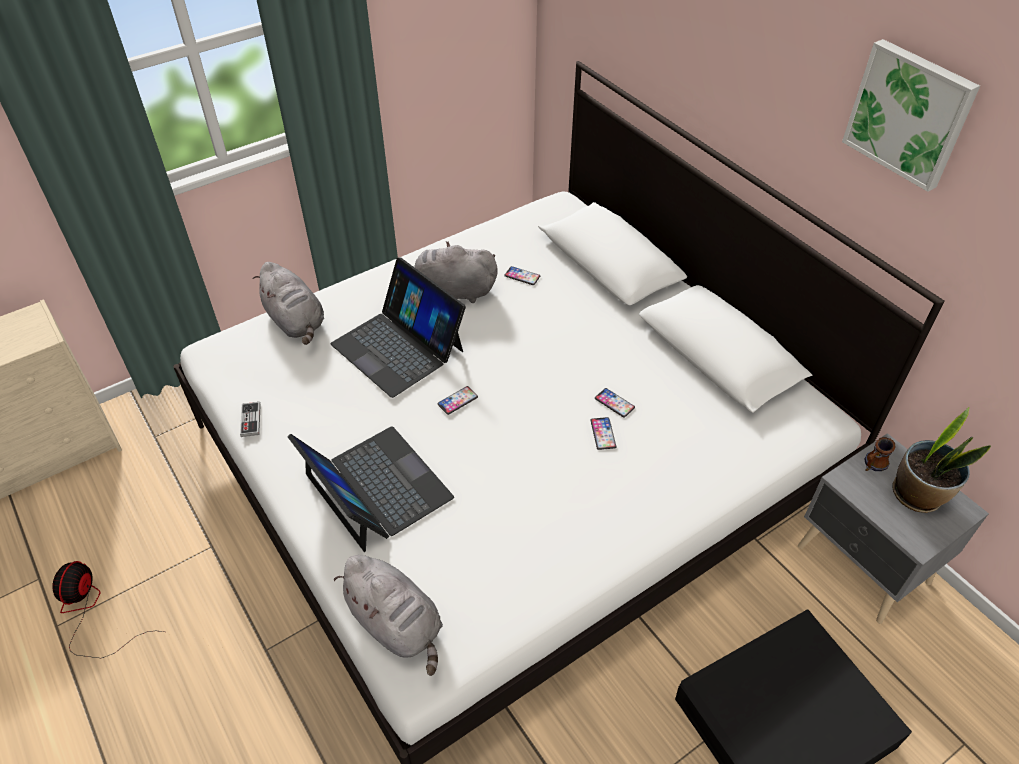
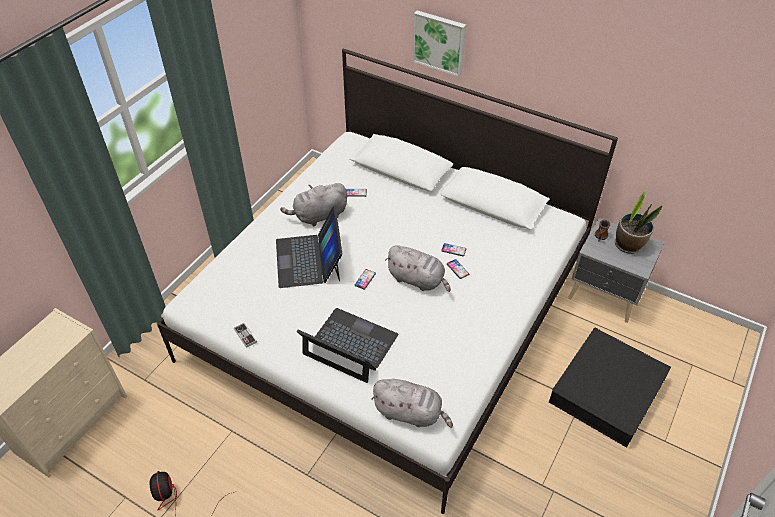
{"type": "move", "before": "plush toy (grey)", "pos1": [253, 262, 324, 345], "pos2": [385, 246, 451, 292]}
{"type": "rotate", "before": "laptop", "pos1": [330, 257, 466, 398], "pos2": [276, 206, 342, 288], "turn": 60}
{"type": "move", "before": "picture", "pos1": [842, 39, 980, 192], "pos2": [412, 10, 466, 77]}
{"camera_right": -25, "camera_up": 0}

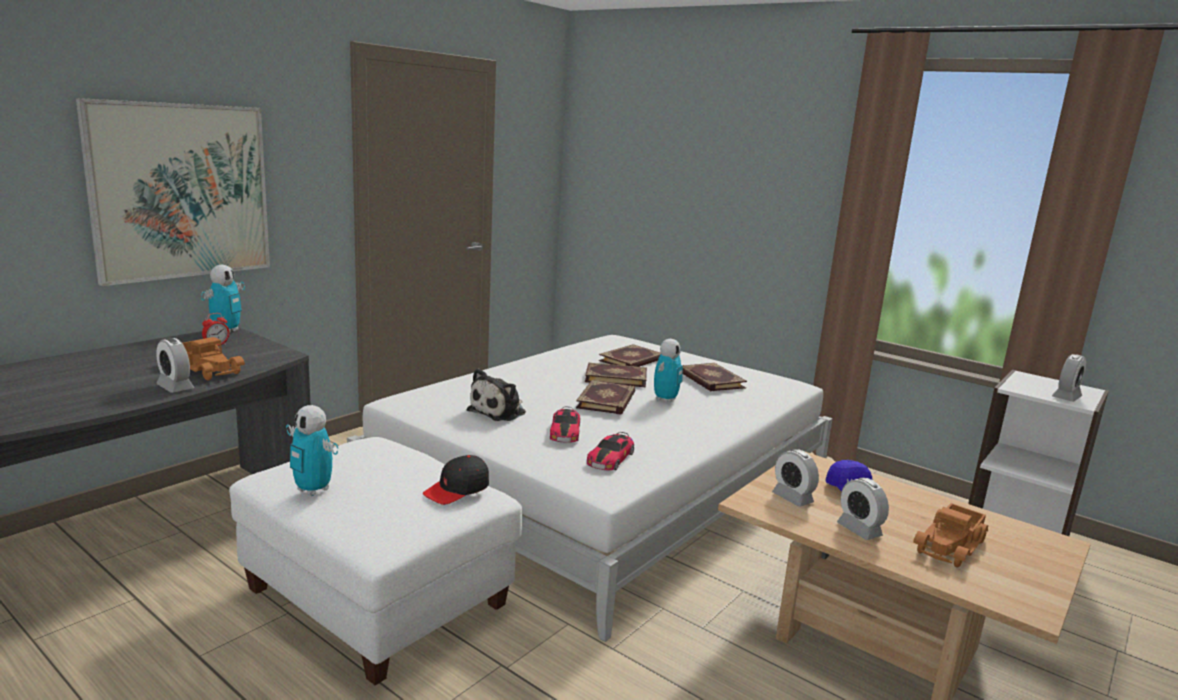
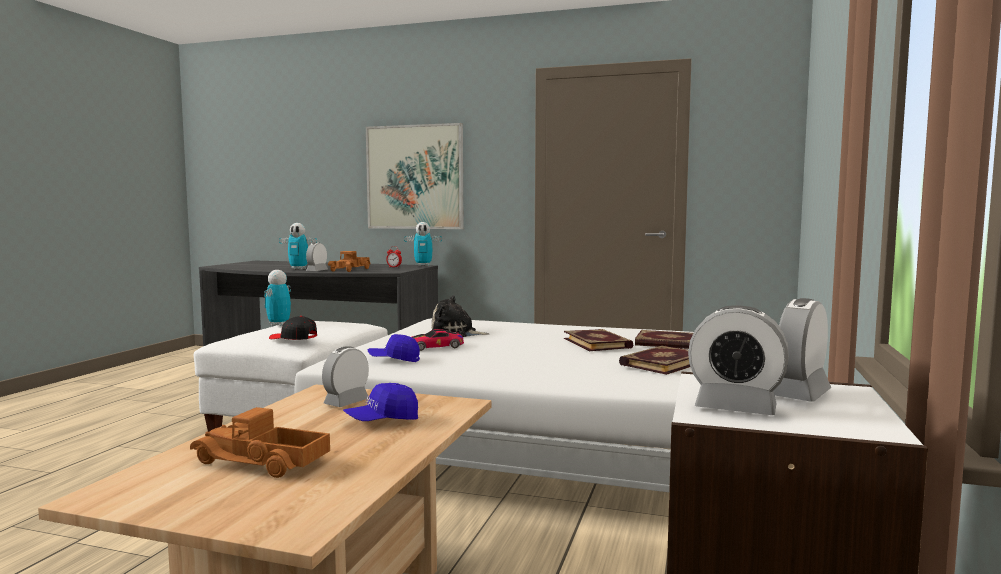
{"type": "delete", "before": "book", "pos1": [576, 380, 635, 415]}
{"type": "replace", "before": "toy car", "after": "cap (blue)", "pos1": [587, 432, 634, 470], "pos2": [368, 334, 420, 362]}
{"type": "move", "before": "toy robot", "pos1": [654, 339, 683, 403], "pos2": [279, 223, 317, 270]}
{"type": "move", "before": "alarm clock", "pos1": [837, 478, 889, 540], "pos2": [773, 298, 831, 402]}
{"camera_right": 70, "camera_up": -10}

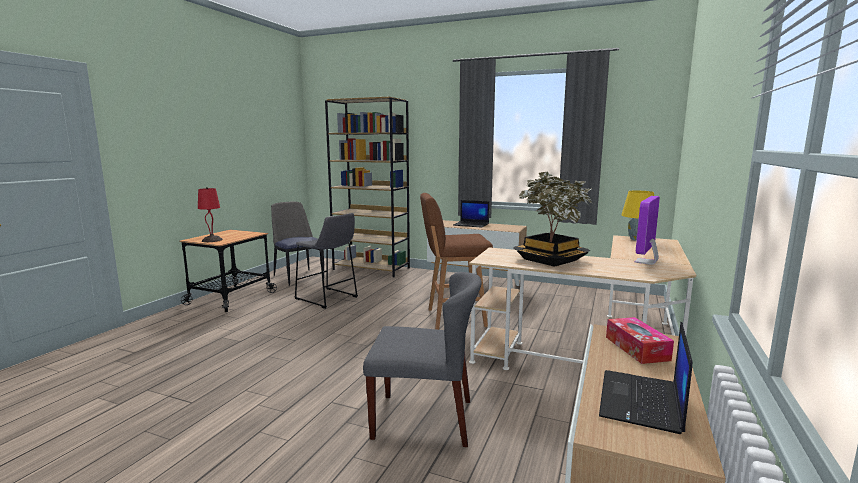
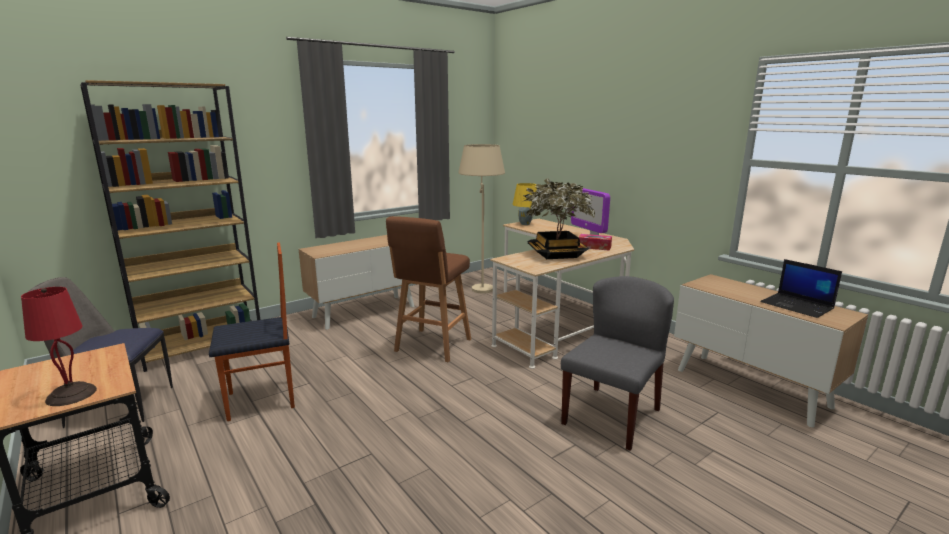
{"type": "replace", "before": "stool (grey)", "after": "chair", "pos1": [294, 213, 358, 309], "pos2": [209, 242, 295, 421]}
{"type": "delete", "before": "laptop", "pos1": [454, 200, 490, 228]}
{"type": "move", "before": "tissue box", "pos1": [606, 317, 674, 364], "pos2": [579, 234, 612, 251]}
{"type": "insert", "after": "floor lamp (beige)", "pos2": [458, 144, 505, 294]}
{"camera_right": -60, "camera_up": 5}

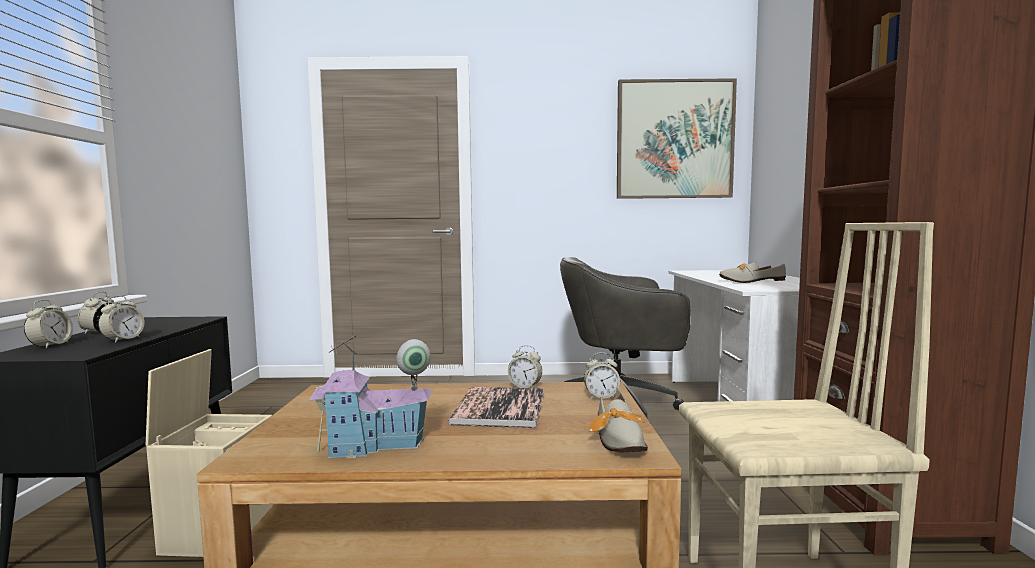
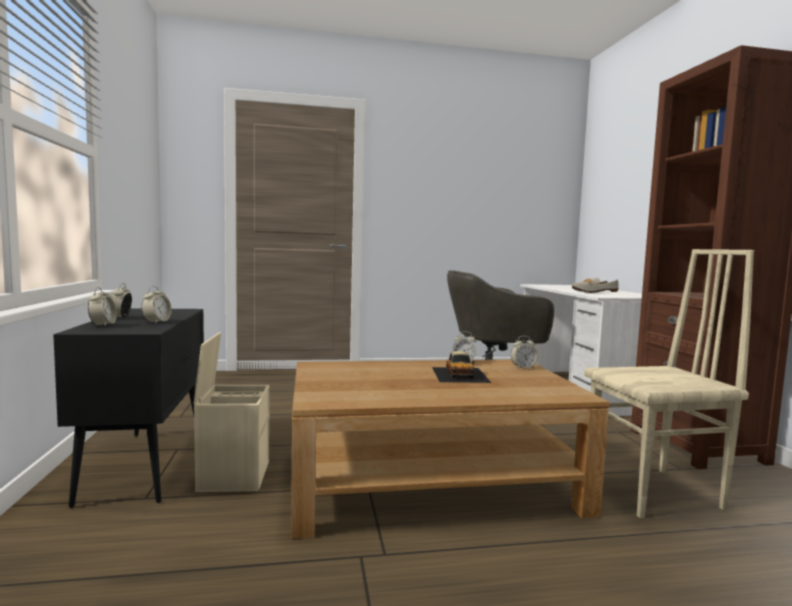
{"type": "delete", "before": "toy house", "pos1": [309, 335, 433, 458]}
{"type": "replace", "before": "book", "after": "toy car", "pos1": [448, 386, 544, 428], "pos2": [432, 351, 491, 383]}
{"type": "delete", "before": "shoe", "pos1": [588, 387, 648, 452]}
{"type": "delete", "before": "picture", "pos1": [617, 78, 737, 199]}
{"camera_right": -10, "camera_up": 0}

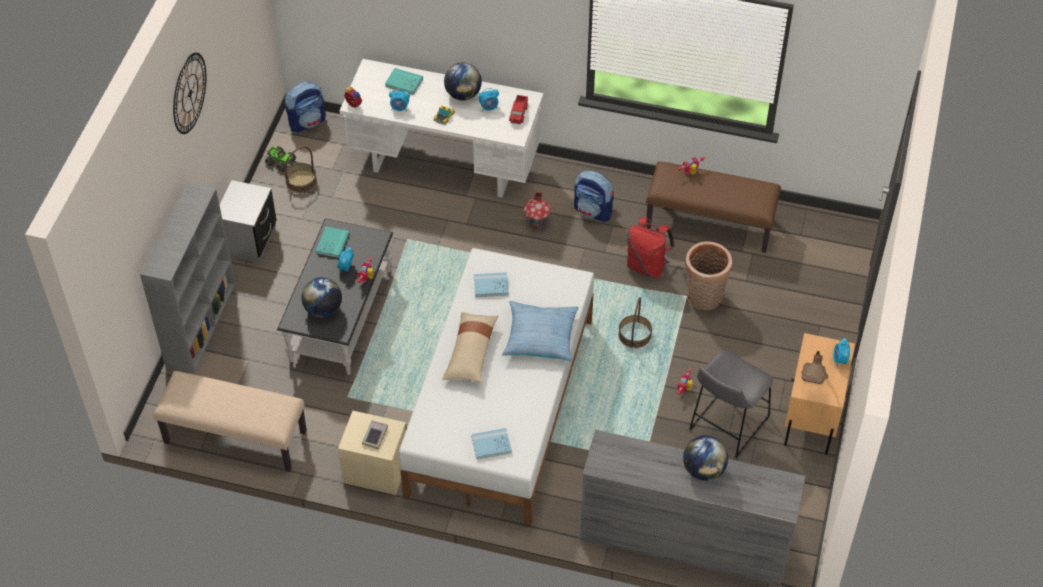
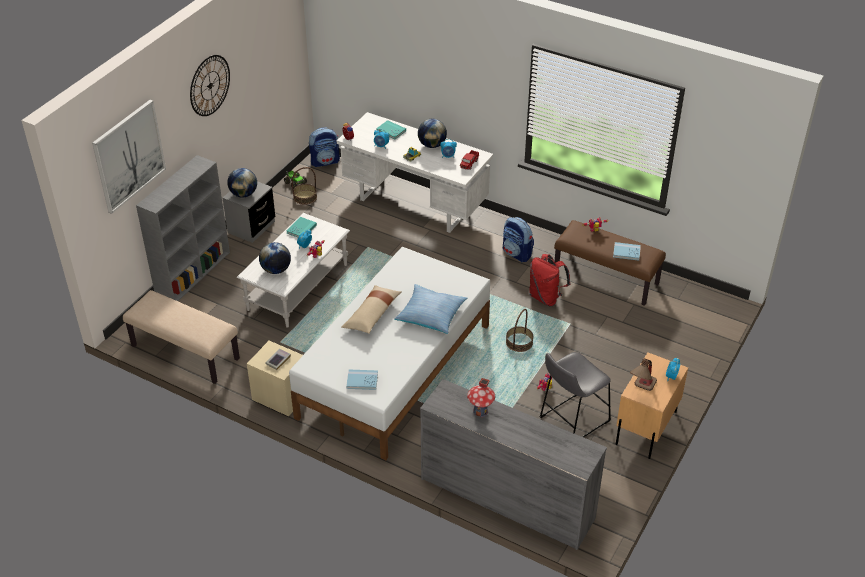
{"type": "recolor", "before": "coffee table (black)", "after": "coffee table (white)", "pos1": [277, 218, 393, 375], "pos2": [237, 213, 350, 328]}
{"type": "move", "before": "book (blue)", "pos1": [474, 272, 509, 297], "pos2": [613, 242, 641, 261]}
{"type": "move", "before": "toy house", "pos1": [524, 192, 551, 229], "pos2": [467, 378, 495, 417]}
{"type": "move", "before": "globe", "pos1": [683, 436, 728, 481], "pos2": [227, 168, 257, 198]}
{"type": "delete", "before": "basket", "pos1": [685, 241, 732, 310]}
{"type": "insert", "after": "picture", "pos2": [92, 100, 166, 214]}
{"camera_right": 15, "camera_up": -10}

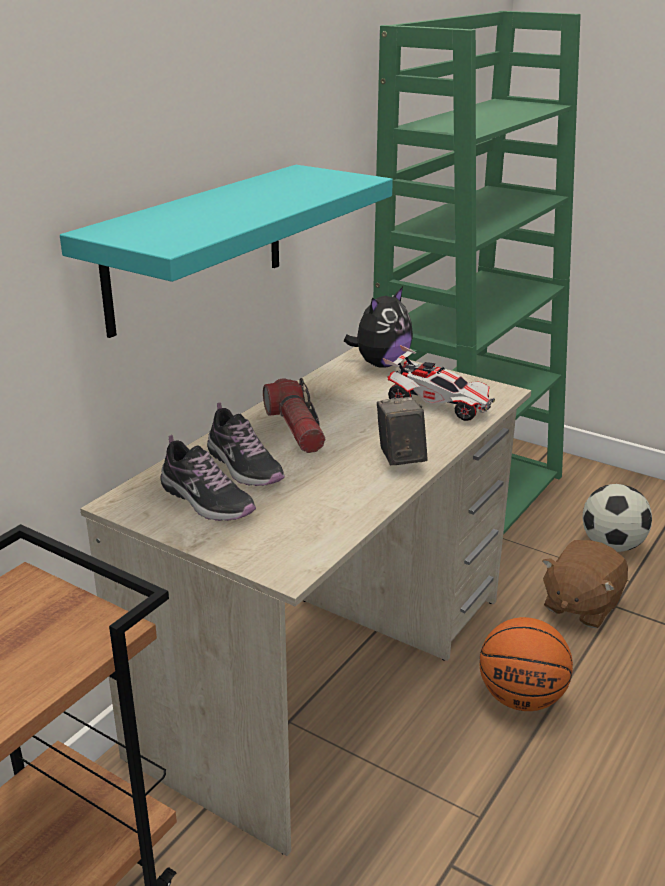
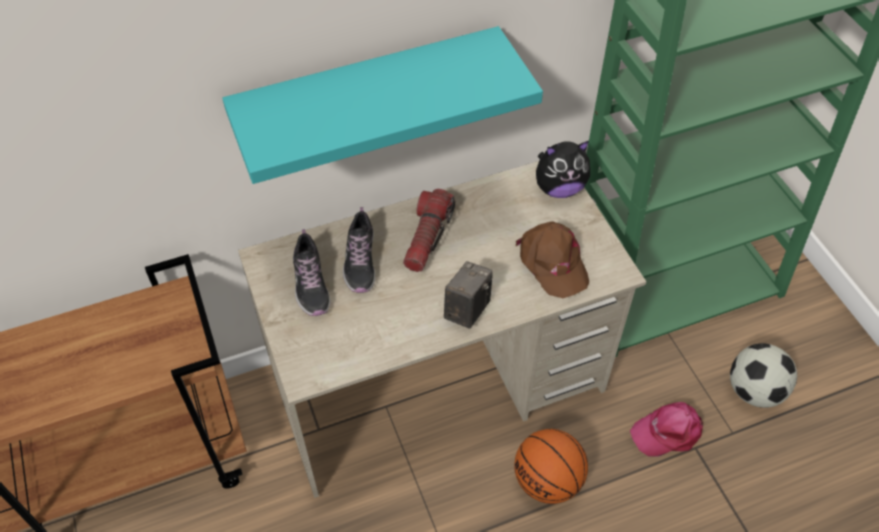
{"type": "replace", "before": "toy car", "after": "cap (brown)", "pos1": [383, 345, 495, 421], "pos2": [516, 221, 589, 298]}
{"type": "replace", "before": "plush toy (brown)", "after": "cap (pink)", "pos1": [542, 540, 628, 628], "pos2": [630, 402, 703, 457]}
{"camera_right": 35, "camera_up": 25}

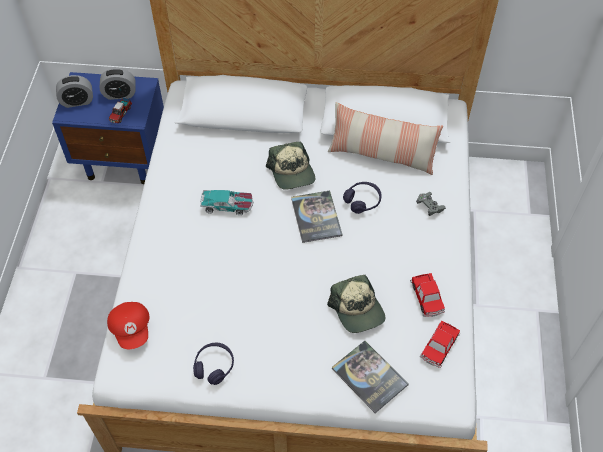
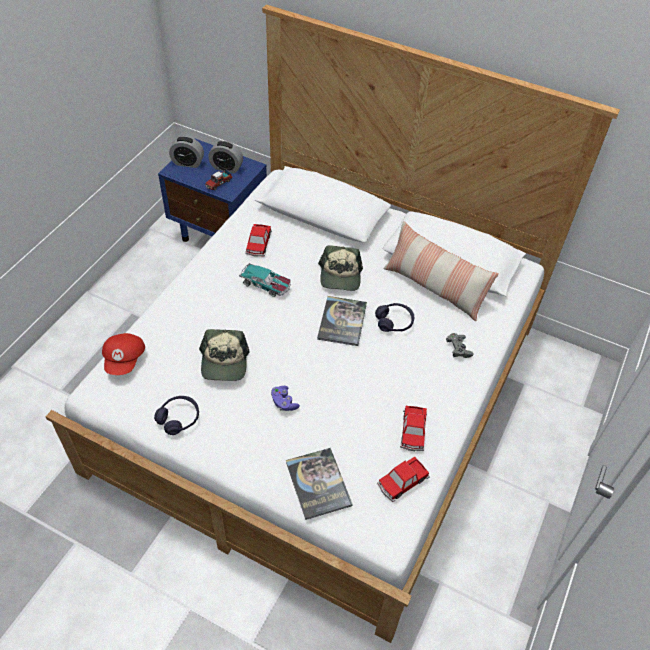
{"type": "move", "before": "cap", "pos1": [327, 275, 385, 333], "pos2": [199, 329, 250, 381]}
{"type": "insert", "after": "toy car", "pos2": [245, 224, 272, 257]}
{"type": "insert", "after": "game controller (purple)", "pos2": [271, 386, 300, 411]}
{"camera_right": 20, "camera_up": -5}

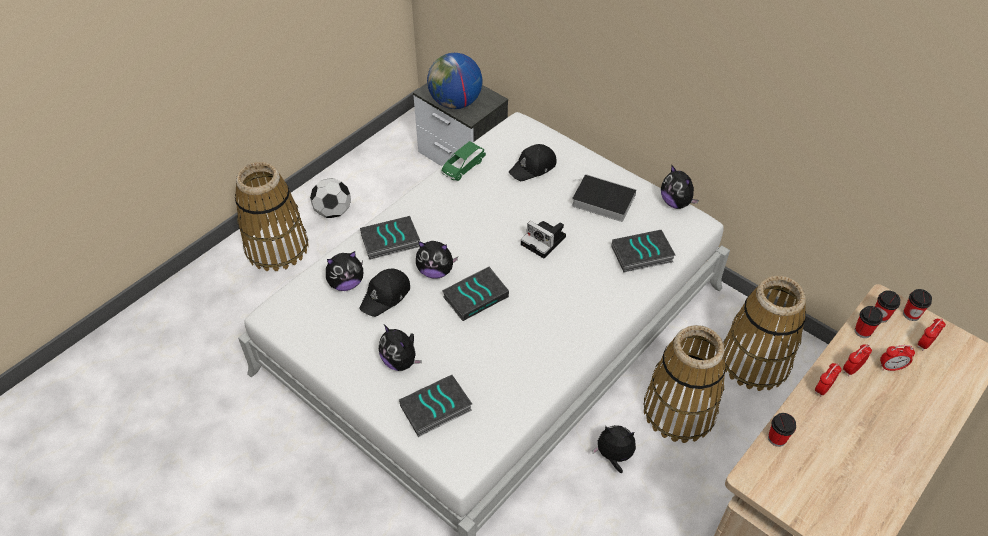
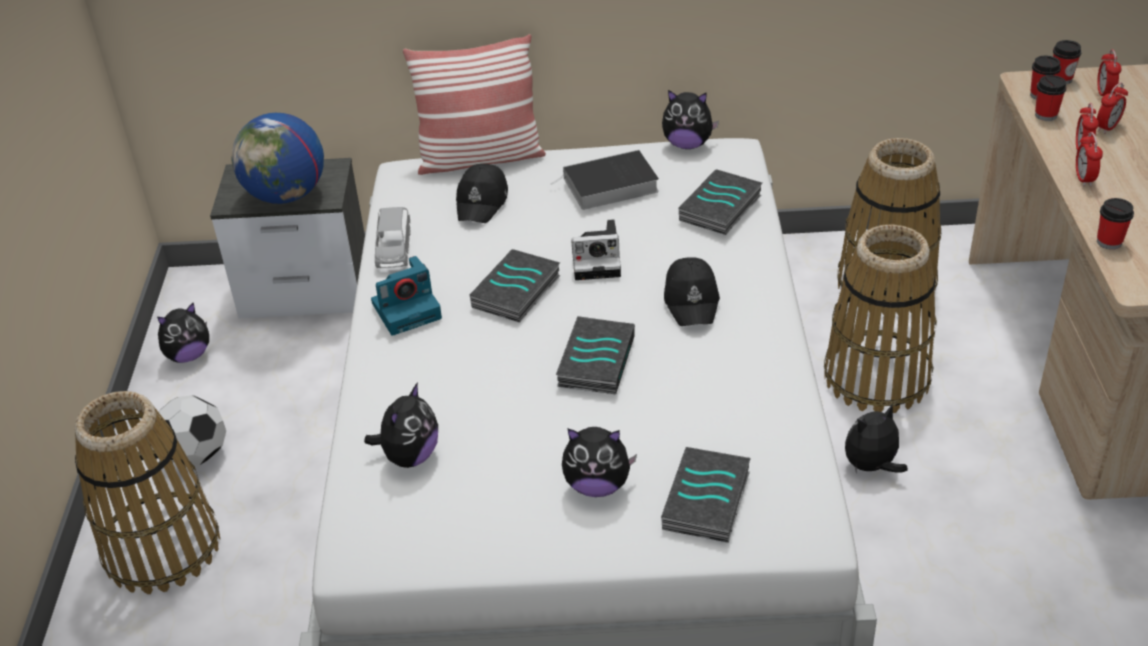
{"type": "move", "before": "cap (black)", "pos1": [359, 269, 410, 317], "pos2": [664, 257, 720, 326]}
{"type": "move", "before": "book", "pos1": [360, 216, 420, 260], "pos2": [470, 249, 561, 323]}
{"type": "move", "before": "plush toy", "pos1": [416, 241, 458, 279], "pos2": [157, 303, 209, 363]}
{"type": "recolor", "before": "toy car (green)", "after": "toy car (grey)", "pos1": [442, 141, 486, 181], "pos2": [375, 207, 411, 268]}
{"type": "insert", "after": "photo camera", "pos2": [371, 256, 442, 336]}
{"type": "insert", "after": "pillow", "pos2": [403, 34, 546, 175]}
{"camera_right": -40, "camera_up": -10}

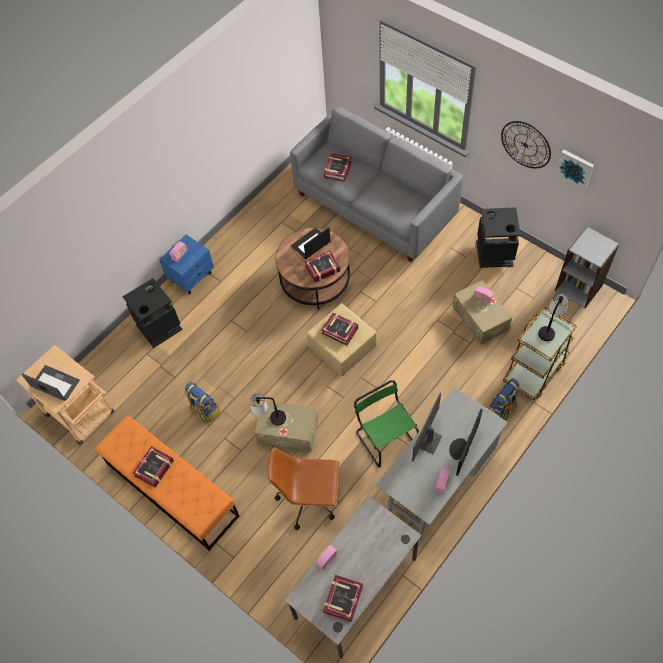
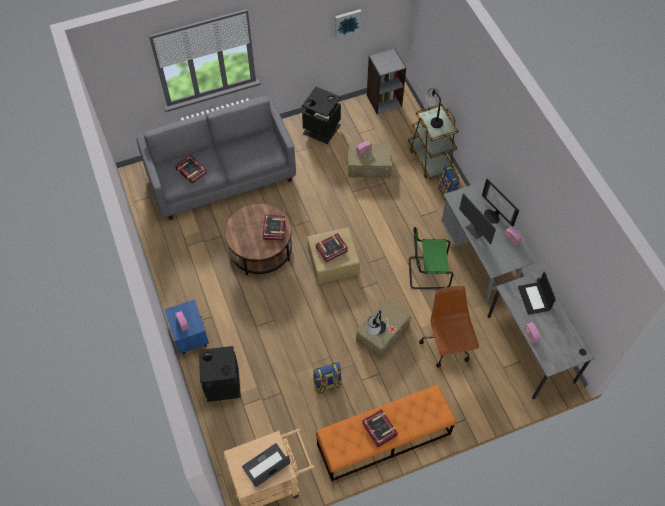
{"type": "rotate", "before": "office chair (brown)", "pos1": [267, 447, 339, 530], "pos2": [419, 286, 479, 368], "turn": 135}
{"type": "move", "before": "laptop", "pos1": [291, 227, 331, 259], "pos2": [518, 272, 556, 315]}
{"type": "delete", "before": "book", "pos1": [323, 575, 363, 622]}
{"type": "delete", "before": "wall clock", "pos1": [501, 121, 551, 169]}
{"camera_right": -65, "camera_up": 0}

